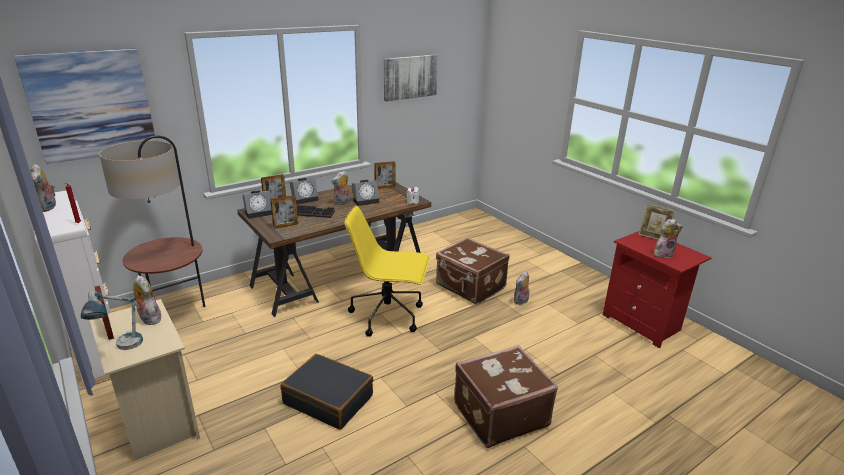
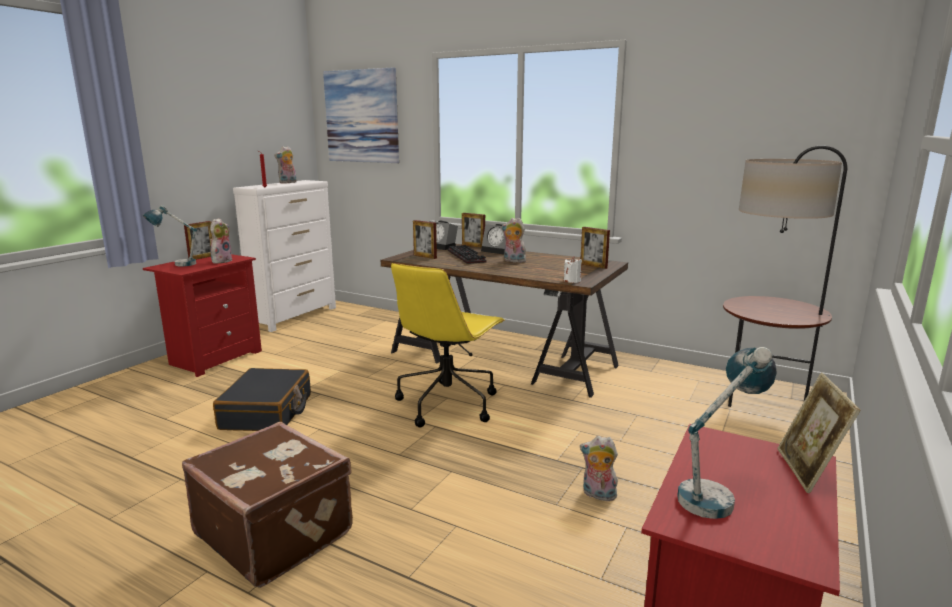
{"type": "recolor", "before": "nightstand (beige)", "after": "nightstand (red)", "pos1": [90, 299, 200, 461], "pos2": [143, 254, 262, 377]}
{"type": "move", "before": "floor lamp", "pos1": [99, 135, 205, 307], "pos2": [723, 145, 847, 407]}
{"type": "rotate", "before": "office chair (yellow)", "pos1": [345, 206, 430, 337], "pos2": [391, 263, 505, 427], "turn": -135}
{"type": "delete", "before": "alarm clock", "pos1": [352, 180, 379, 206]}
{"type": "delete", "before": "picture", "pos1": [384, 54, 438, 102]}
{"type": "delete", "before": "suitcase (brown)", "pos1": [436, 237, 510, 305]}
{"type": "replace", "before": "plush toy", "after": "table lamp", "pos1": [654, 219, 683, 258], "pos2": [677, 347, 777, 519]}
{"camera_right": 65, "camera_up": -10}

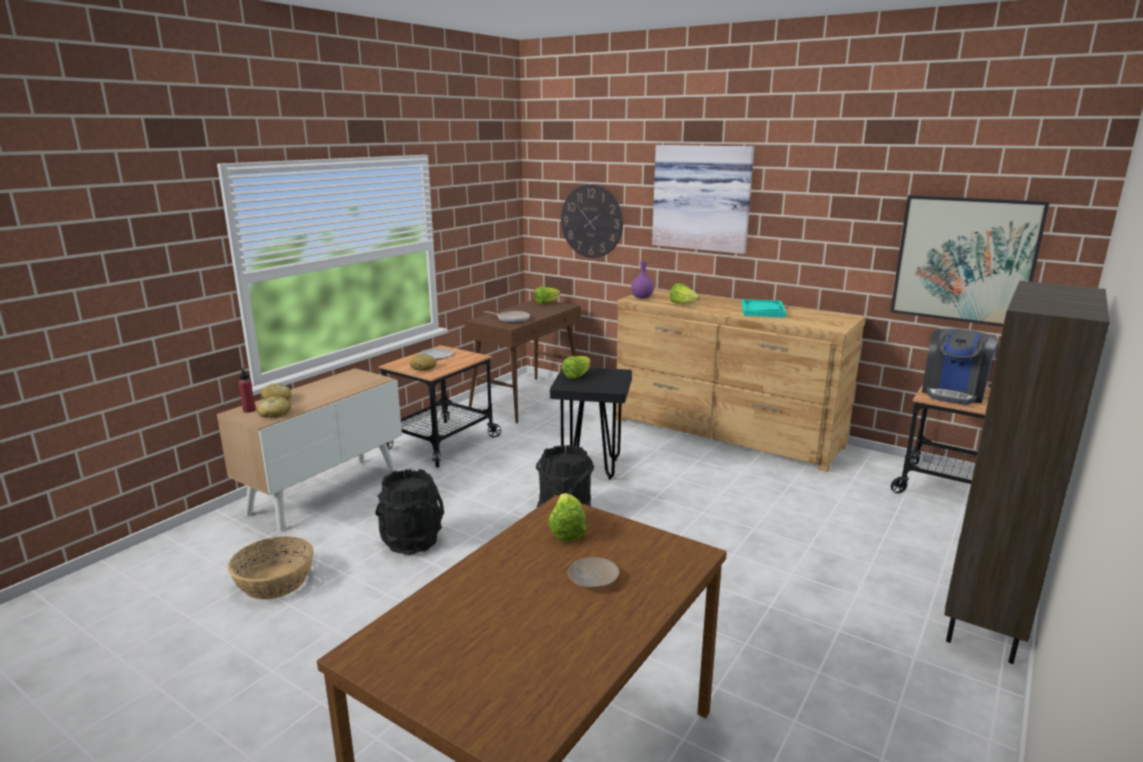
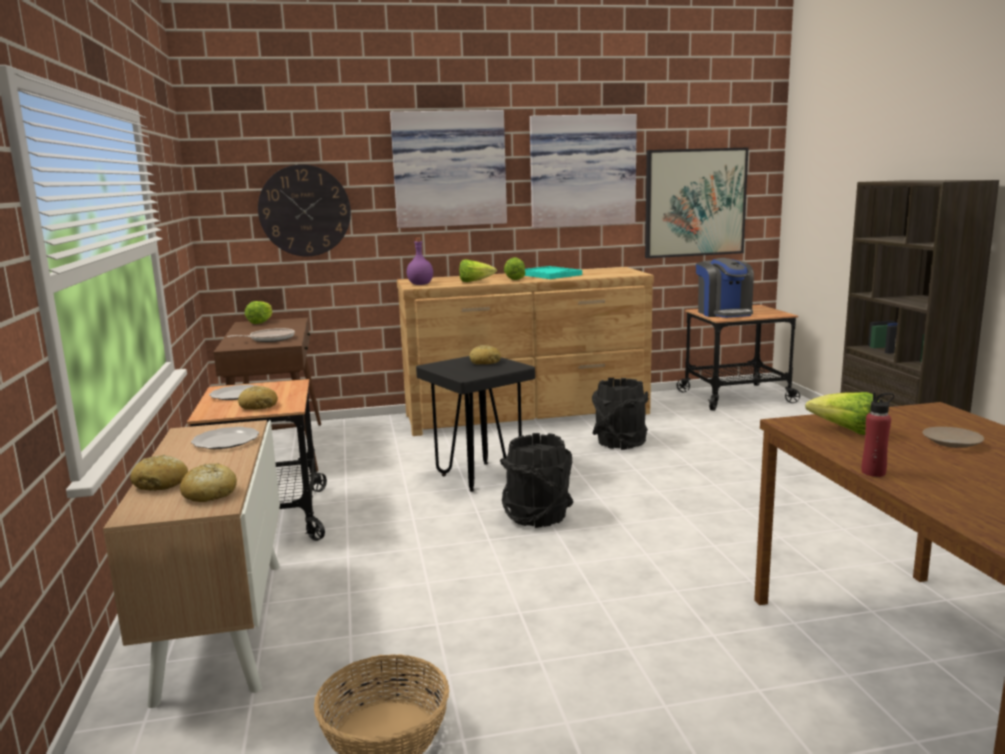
{"type": "move", "before": "bottle (red)", "pos1": [239, 368, 256, 413], "pos2": [861, 392, 894, 477]}
{"type": "move", "before": "bucket (black)", "pos1": [376, 469, 444, 555], "pos2": [592, 378, 649, 450]}
{"type": "move", "before": "lettuce", "pos1": [562, 356, 590, 379], "pos2": [504, 257, 526, 280]}
{"type": "insert", "after": "plate", "pos2": [191, 427, 259, 449]}
{"type": "insert", "after": "bread", "pos2": [469, 345, 501, 364]}
{"type": "insert", "after": "picture", "pos2": [530, 114, 637, 228]}
{"camera_right": -45, "camera_up": -5}

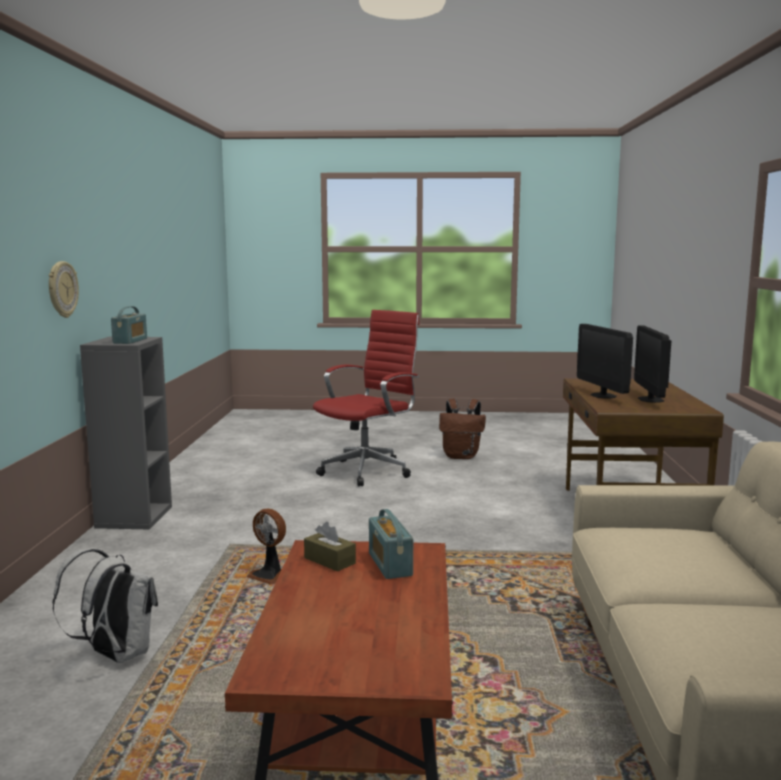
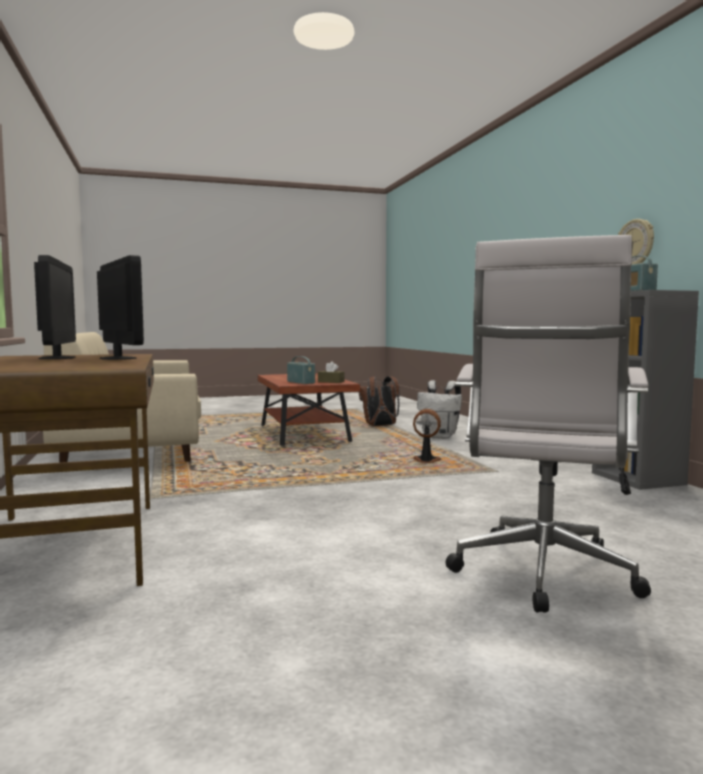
{"type": "recolor", "before": "office chair (red)", "after": "office chair (white)", "pos1": [313, 310, 419, 487], "pos2": [446, 235, 651, 613]}
{"type": "move", "before": "backpack (brown)", "pos1": [439, 399, 486, 459], "pos2": [359, 376, 400, 426]}
{"camera_right": 160, "camera_up": -5}

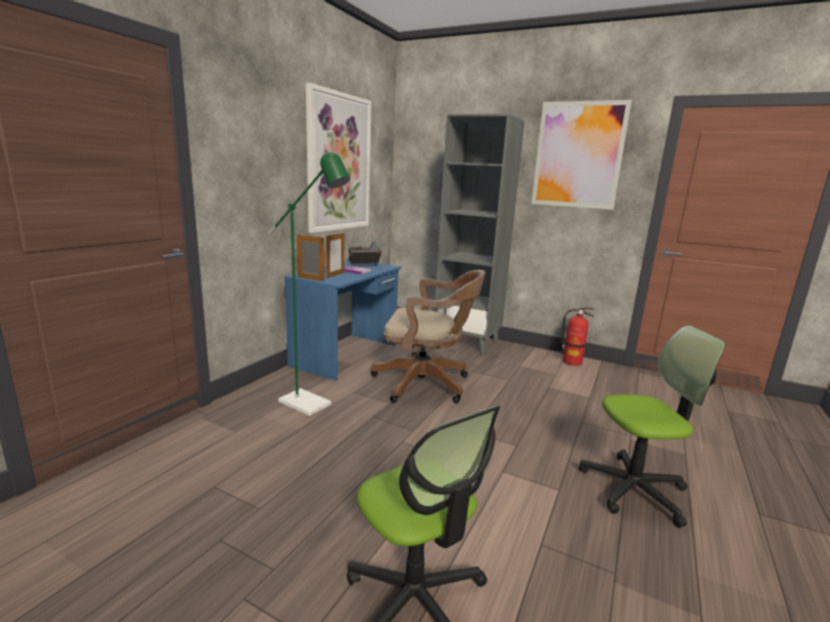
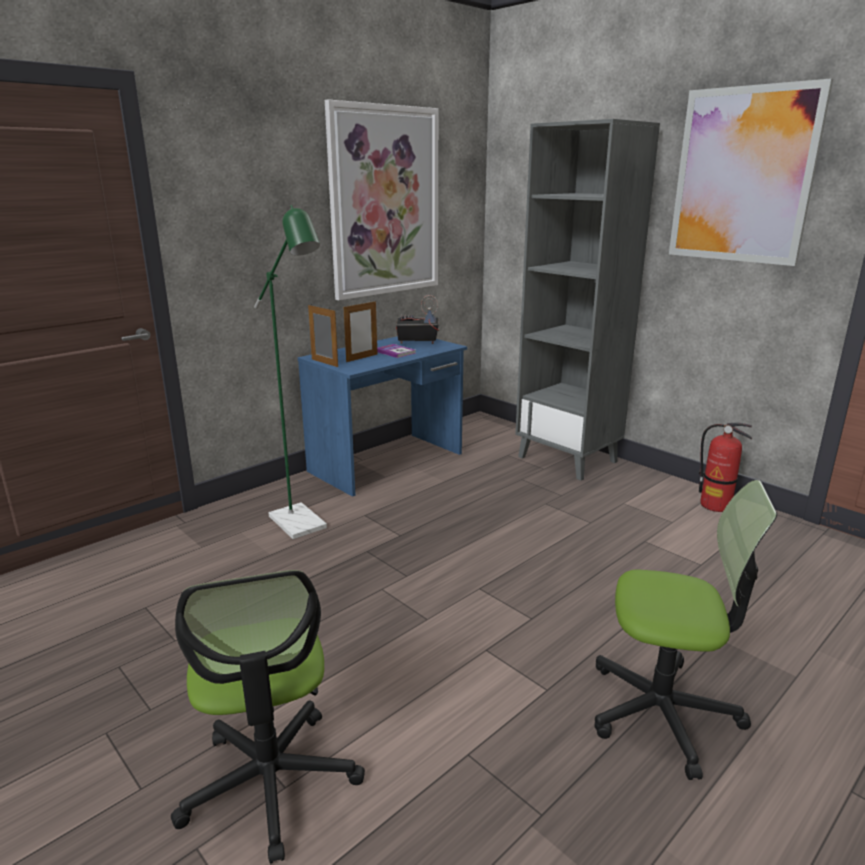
{"type": "delete", "before": "office chair (brown)", "pos1": [371, 270, 486, 403]}
{"camera_right": 20, "camera_up": 5}

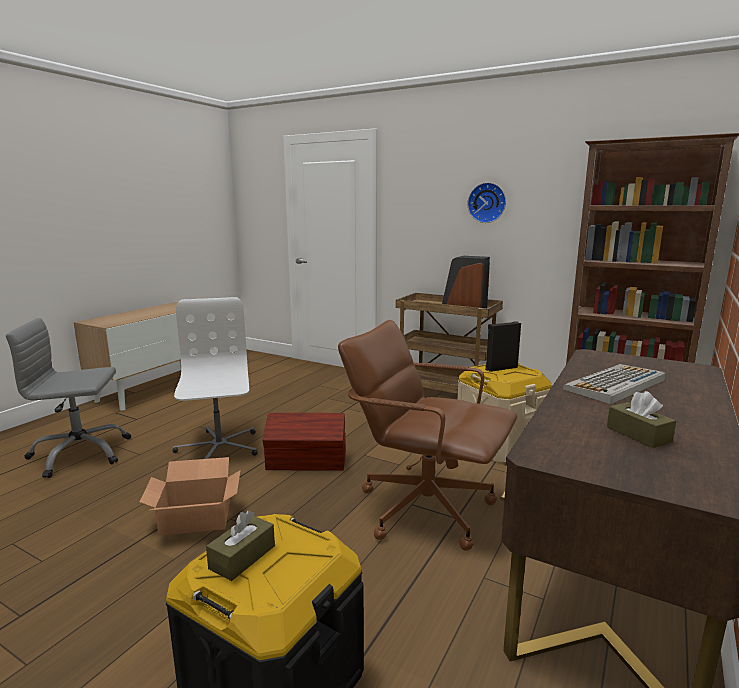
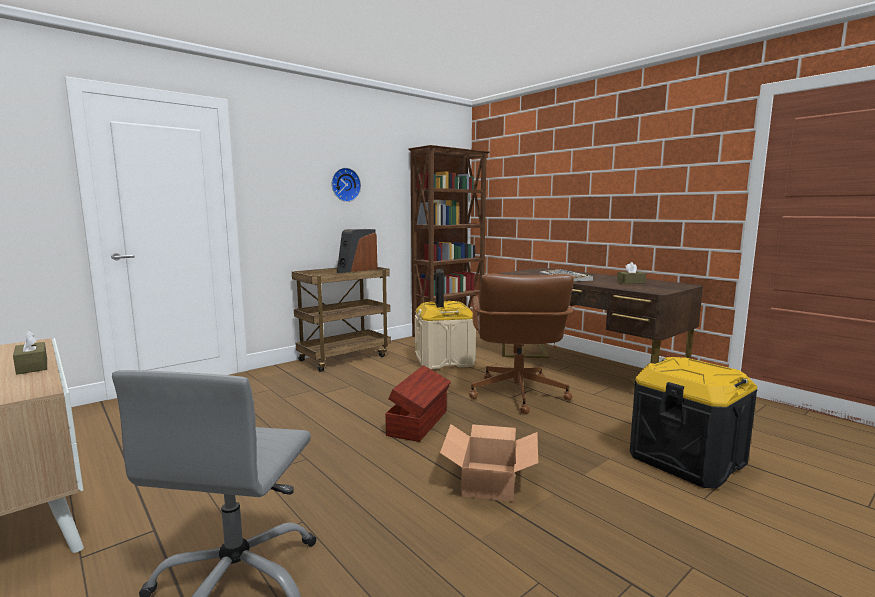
{"type": "delete", "before": "office chair (white)", "pos1": [173, 297, 258, 459]}
{"type": "move", "before": "tissue box (brown)", "pos1": [206, 510, 275, 581], "pos2": [13, 330, 47, 374]}
{"type": "rotate", "before": "office chair (brown)", "pos1": [338, 320, 517, 551], "pos2": [469, 274, 574, 414], "turn": -45}
{"camera_right": -70, "camera_up": -5}

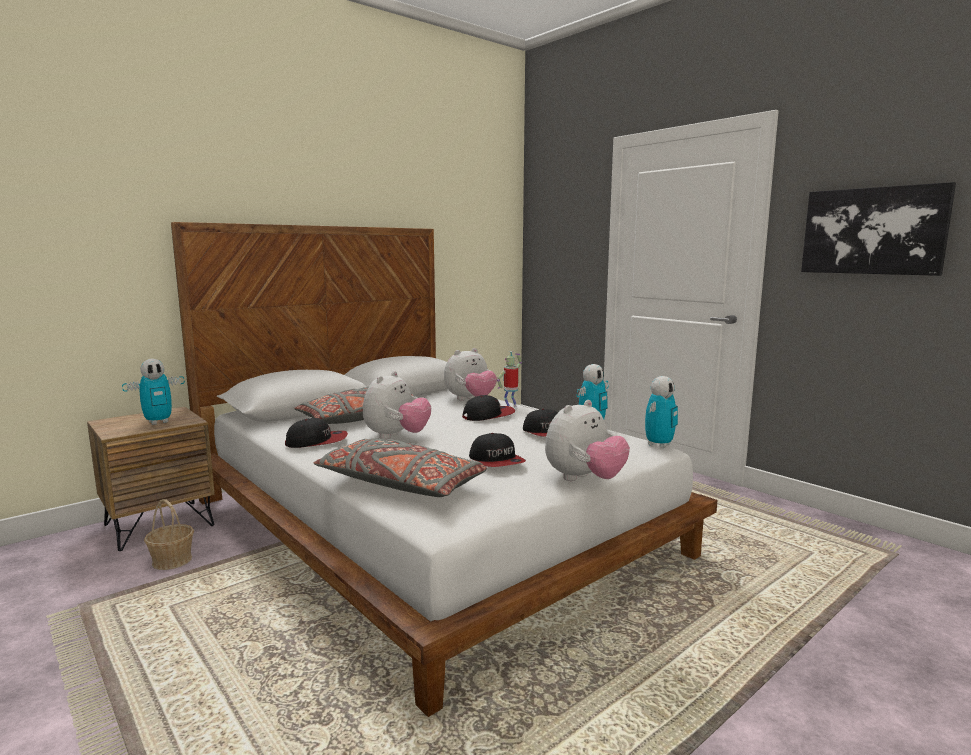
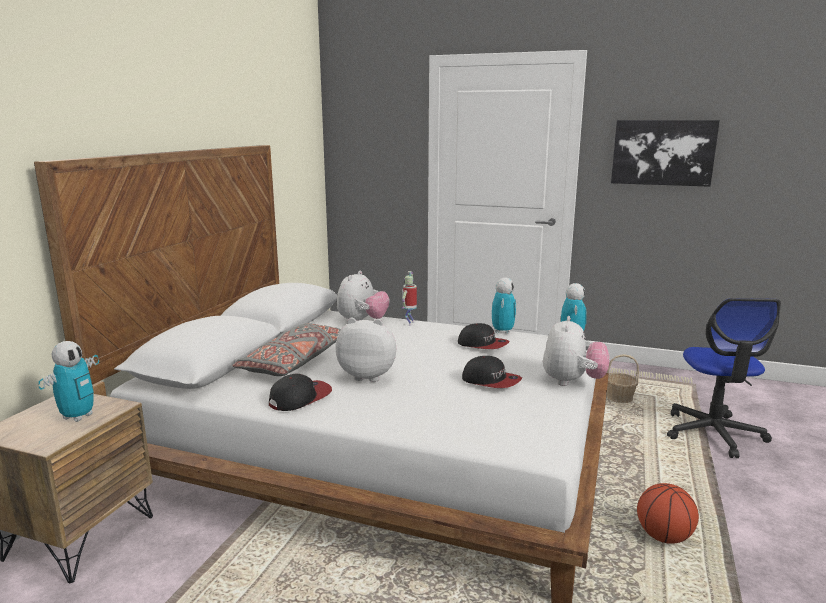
{"type": "move", "before": "basket", "pos1": [144, 499, 194, 570], "pos2": [606, 354, 639, 403]}
{"type": "delete", "before": "pillow (grey)", "pos1": [313, 438, 487, 497]}
{"type": "rotate", "before": "plush toy", "pos1": [363, 371, 431, 439], "pos2": [335, 318, 396, 382], "turn": -75}
{"type": "delete", "before": "cap", "pos1": [462, 395, 515, 421]}
{"type": "insert", "after": "basketball", "pos2": [637, 483, 699, 544]}
{"type": "insert", "after": "office chair", "pos2": [667, 298, 781, 458]}
{"camera_right": -30, "camera_up": 5}

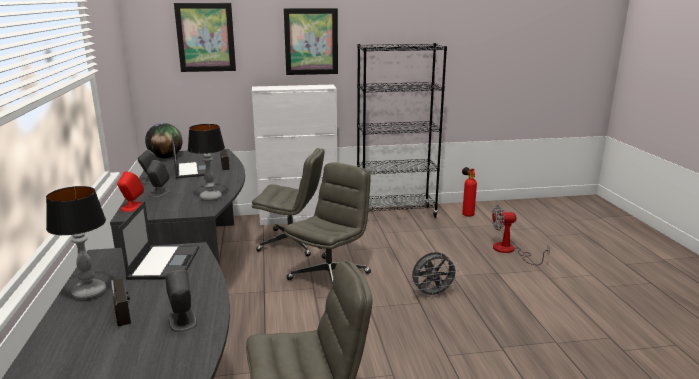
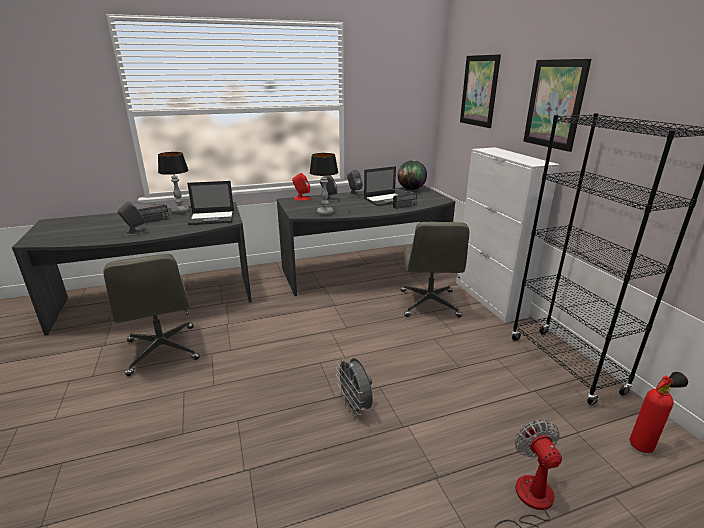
{"type": "delete", "before": "office chair (grey)", "pos1": [284, 162, 371, 284]}
{"camera_right": 80, "camera_up": 5}

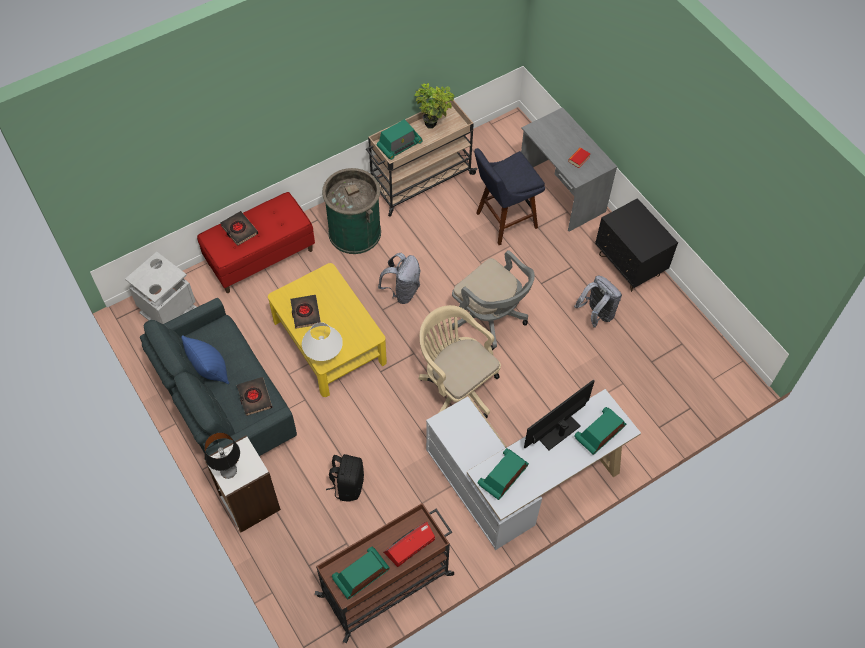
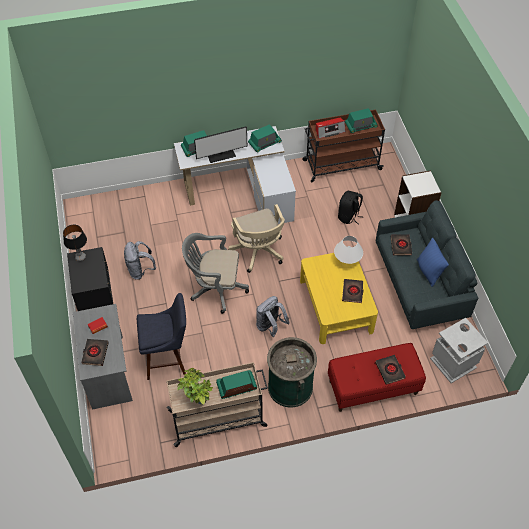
{"type": "move", "before": "table lamp", "pos1": [204, 432, 240, 479], "pos2": [63, 225, 87, 261]}
{"type": "rotate", "before": "office chair (grey)", "pos1": [452, 250, 535, 350], "pos2": [182, 233, 249, 314], "turn": -60}
{"type": "insert", "after": "book (black)", "pos2": [81, 339, 109, 366]}
{"camera_right": -160, "camera_up": -5}

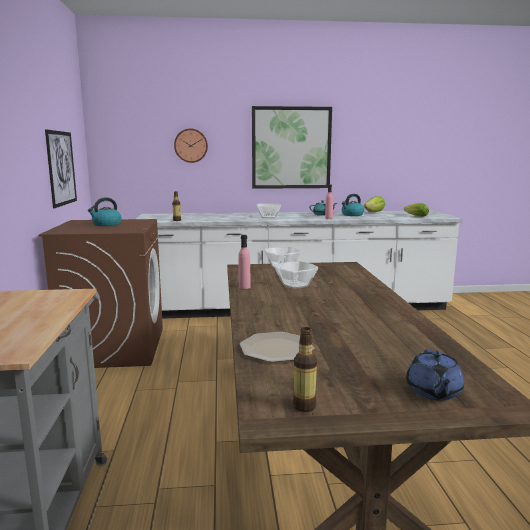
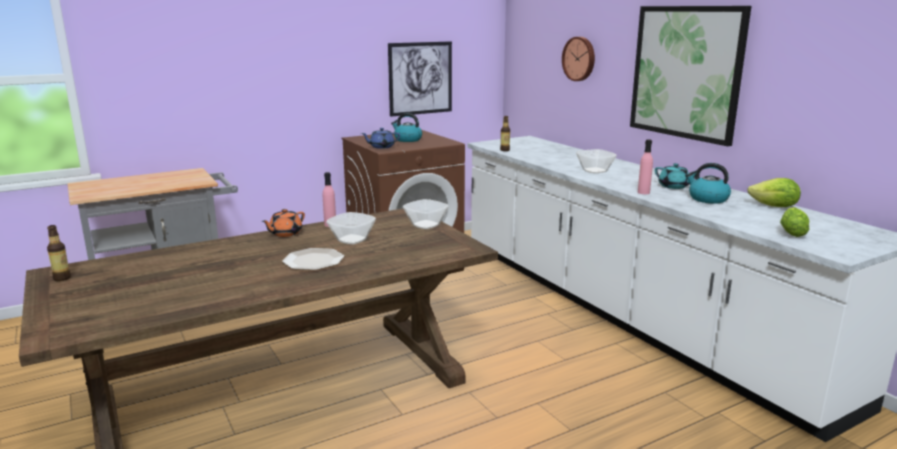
{"type": "move", "before": "plate", "pos1": [240, 332, 314, 362], "pos2": [282, 248, 344, 270]}
{"type": "move", "before": "teapot (blue)", "pos1": [406, 349, 464, 401], "pos2": [361, 128, 400, 149]}
{"type": "insert", "after": "teapot (orange)", "pos2": [262, 209, 305, 237]}
{"camera_right": 65, "camera_up": 5}

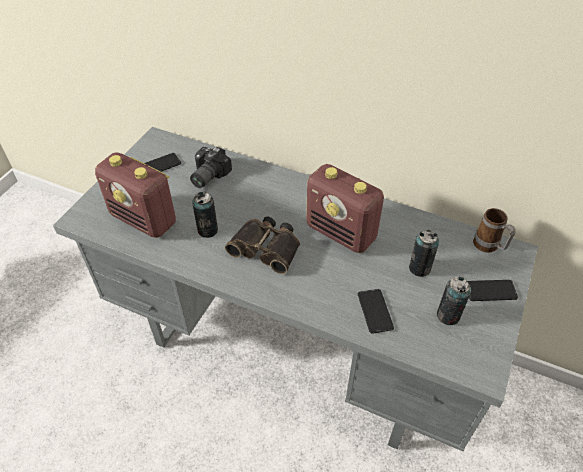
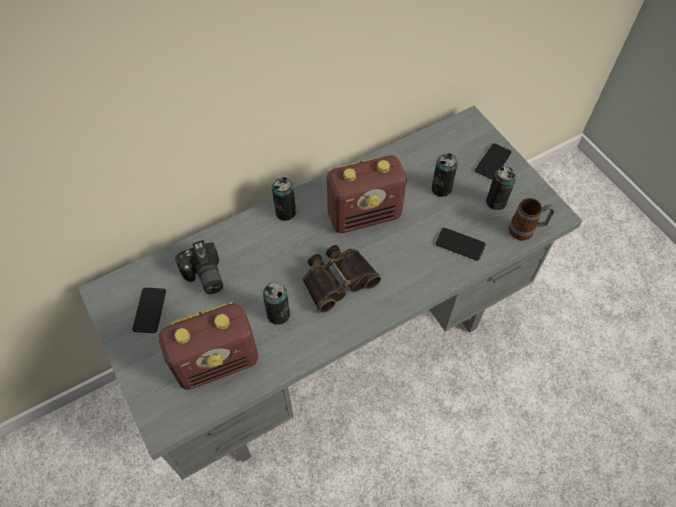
{"type": "move", "before": "mug", "pos1": [473, 208, 516, 253], "pos2": [509, 198, 555, 241]}
{"type": "insert", "after": "can", "pos2": [272, 177, 296, 221]}
{"camera_right": -55, "camera_up": 10}

